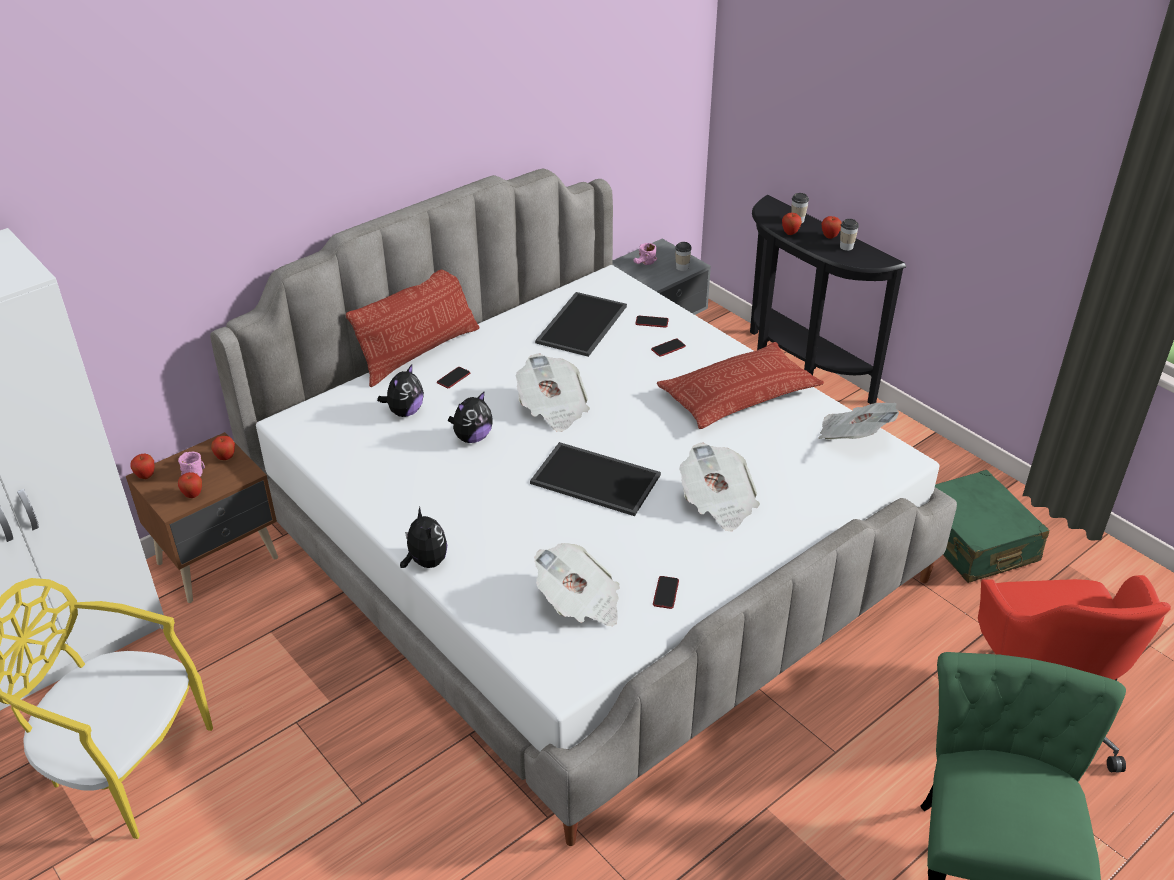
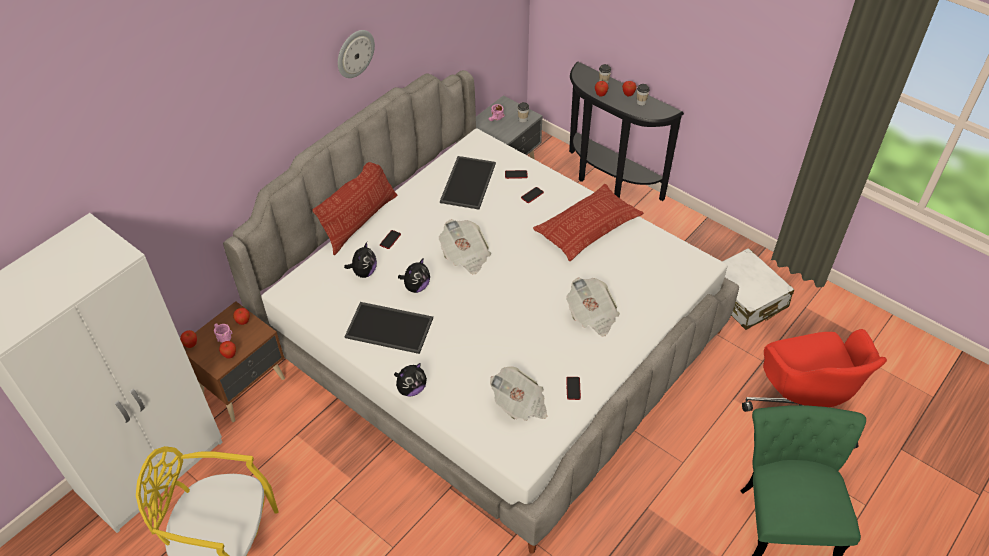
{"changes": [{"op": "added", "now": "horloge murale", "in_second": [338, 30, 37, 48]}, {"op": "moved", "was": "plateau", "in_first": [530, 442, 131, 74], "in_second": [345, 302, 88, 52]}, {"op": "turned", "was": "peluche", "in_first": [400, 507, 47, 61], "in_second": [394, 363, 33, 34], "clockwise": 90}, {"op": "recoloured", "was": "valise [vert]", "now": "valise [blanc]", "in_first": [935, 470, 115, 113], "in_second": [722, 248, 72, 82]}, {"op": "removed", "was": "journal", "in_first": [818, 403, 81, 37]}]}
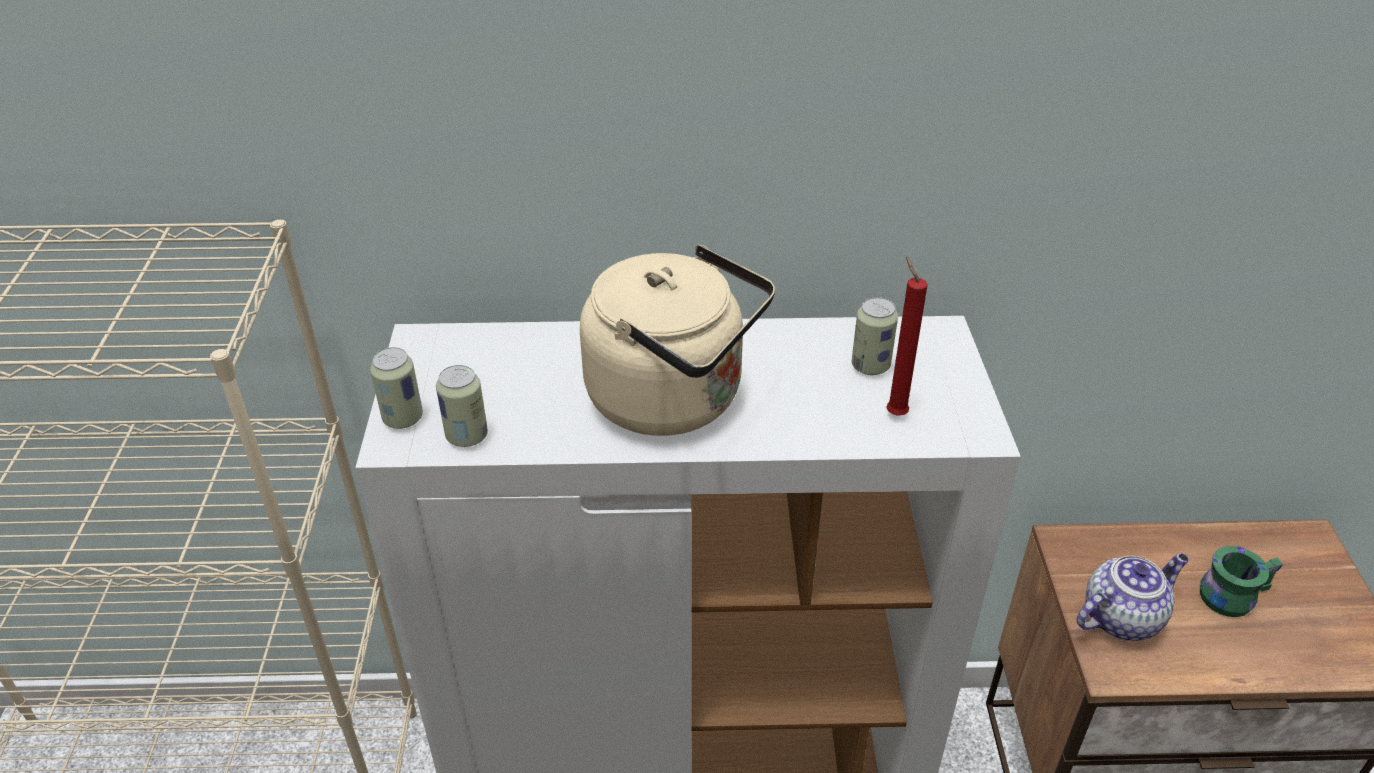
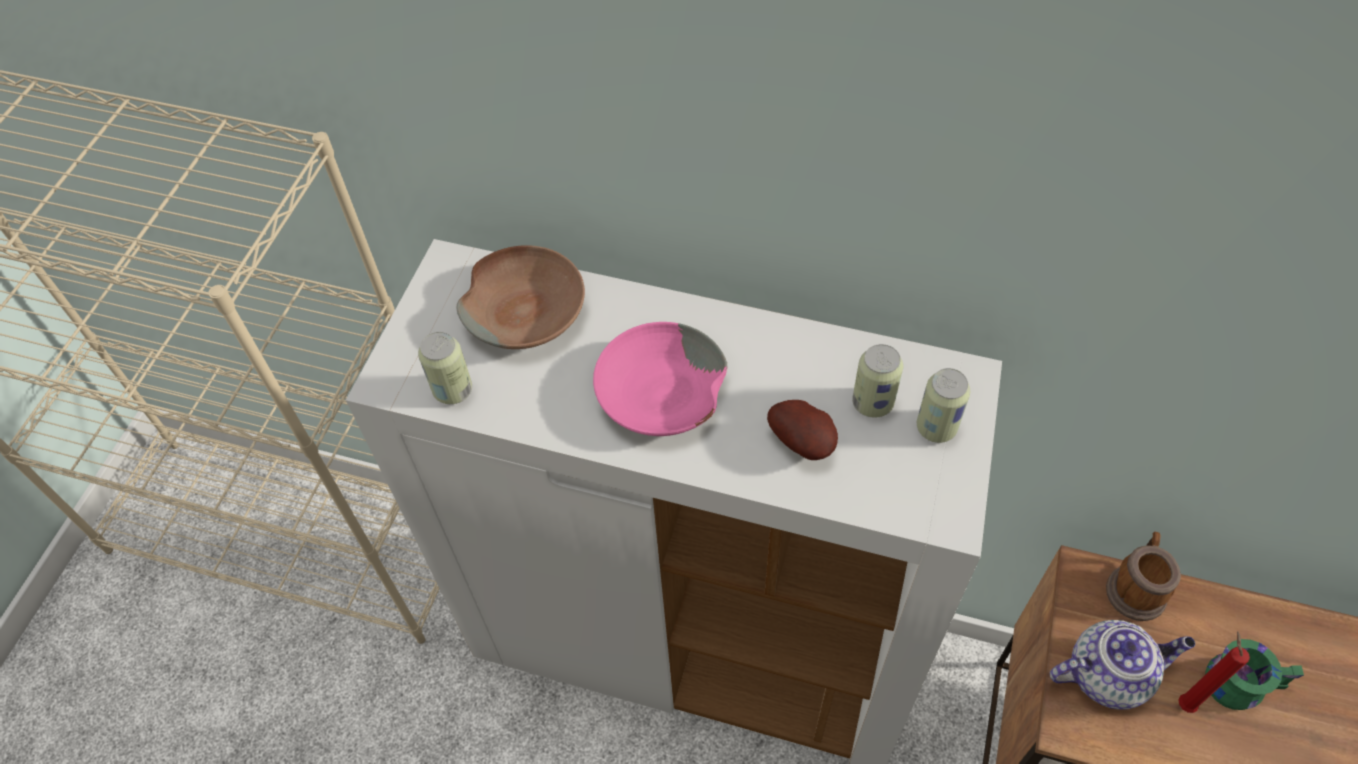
{"changes": [{"op": "added", "now": "bol [marron]", "in_second": [456, 245, 129, 104]}, {"op": "replaced", "was": "bouilloire [beige]", "now": "bol [rose]", "in_first": [580, 245, 195, 191], "in_second": [593, 322, 135, 114]}, {"op": "added", "now": "pomme de terre", "in_second": [767, 400, 71, 60]}, {"op": "moved", "was": "boîte métallique", "in_first": [370, 347, 53, 82], "in_second": [917, 368, 53, 75]}, {"op": "added", "now": "mug", "in_second": [1106, 532, 75, 89]}, {"op": "moved", "was": "bougie [rouge]", "in_first": [886, 256, 42, 160], "in_second": [1179, 631, 71, 82]}]}
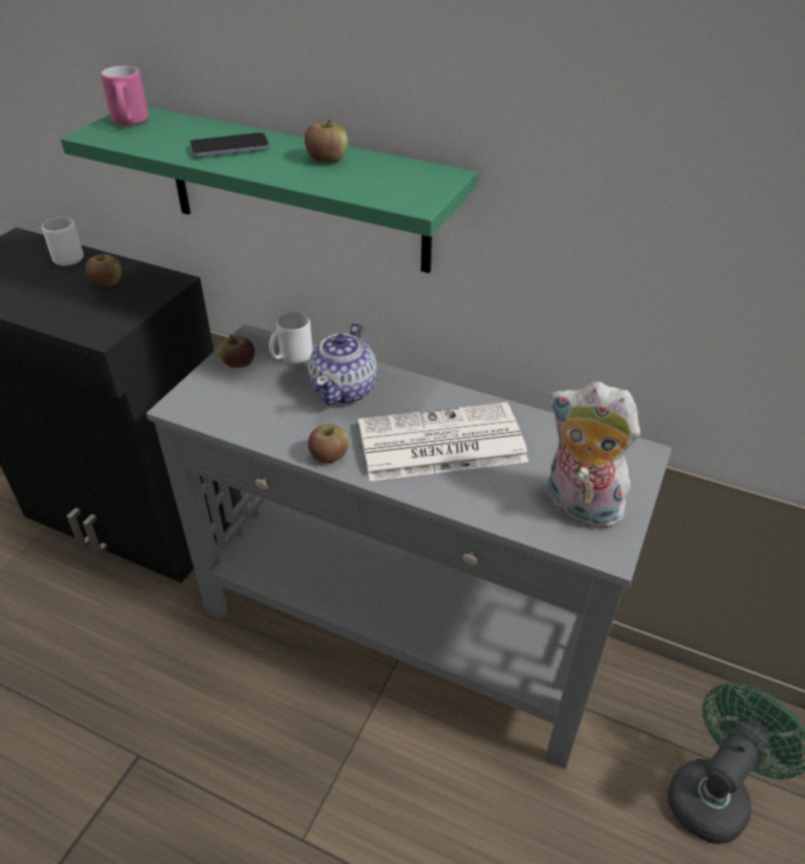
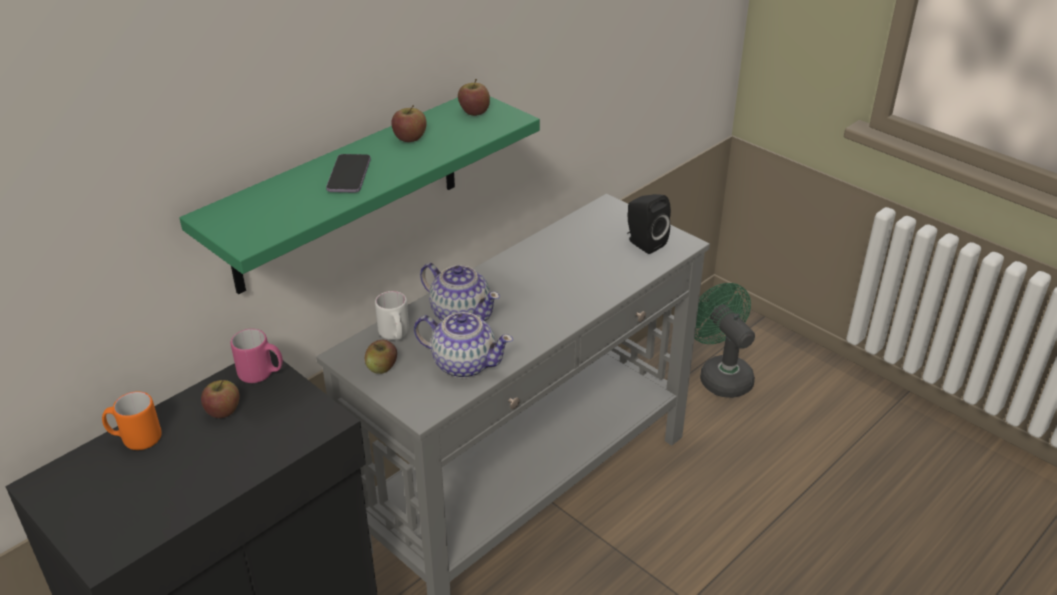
{"changes": [{"op": "recoloured", "was": "mug [blanc]", "now": "mug [orange]", "in_first": [42, 217, 42, 49], "in_second": [102, 391, 60, 59]}, {"op": "moved", "was": "mug [rose]", "in_first": [101, 66, 48, 60], "in_second": [231, 329, 52, 54]}, {"op": "added", "now": "théière", "in_second": [414, 312, 99, 66]}, {"op": "moved", "was": "pomme", "in_first": [308, 424, 41, 39], "in_second": [458, 79, 32, 37]}, {"op": "replaced", "was": "peluche", "now": "enceinte [noir]", "in_first": [548, 382, 92, 146], "in_second": [627, 194, 44, 60]}, {"op": "removed", "was": "journal", "in_first": [358, 402, 171, 79]}]}
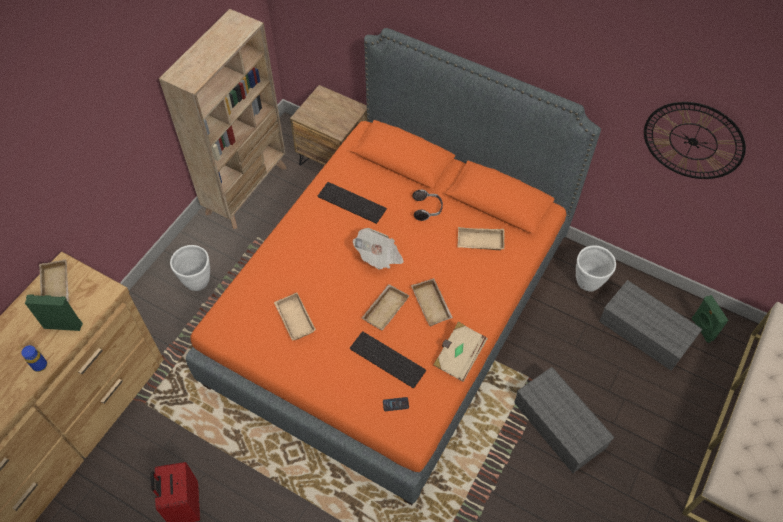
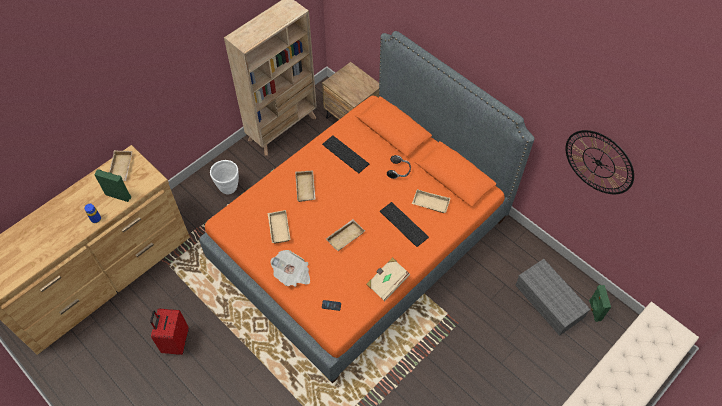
{"changes": [{"op": "moved", "was": "journal", "in_first": [353, 228, 51, 42], "in_second": [271, 250, 39, 37]}, {"op": "moved", "was": "plateau [beige]", "in_first": [411, 278, 42, 49], "in_second": [295, 170, 21, 32]}, {"op": "moved", "was": "clavier", "in_first": [350, 331, 76, 57], "in_second": [380, 202, 49, 45]}, {"op": "removed", "was": "boîte de rangement [gris]", "in_first": [514, 367, 101, 106]}, {"op": "removed", "was": "cache-pot [blanc]", "in_first": [576, 245, 40, 47]}]}
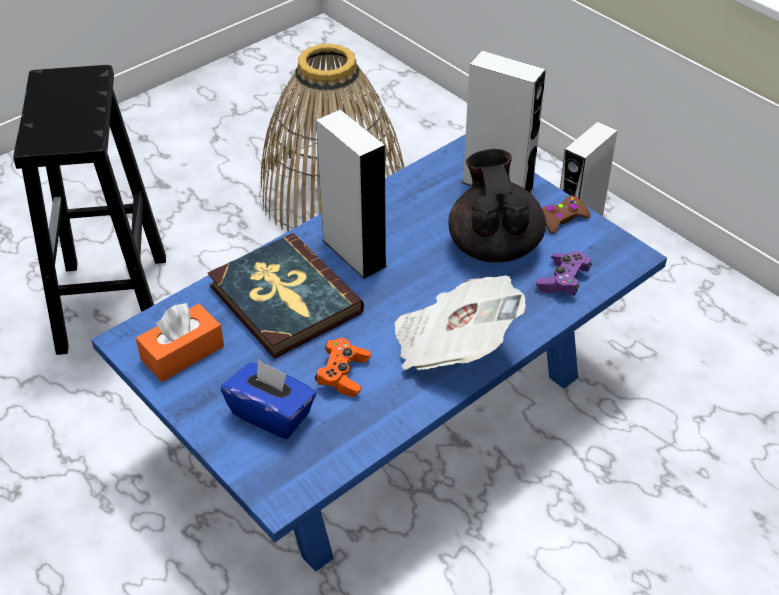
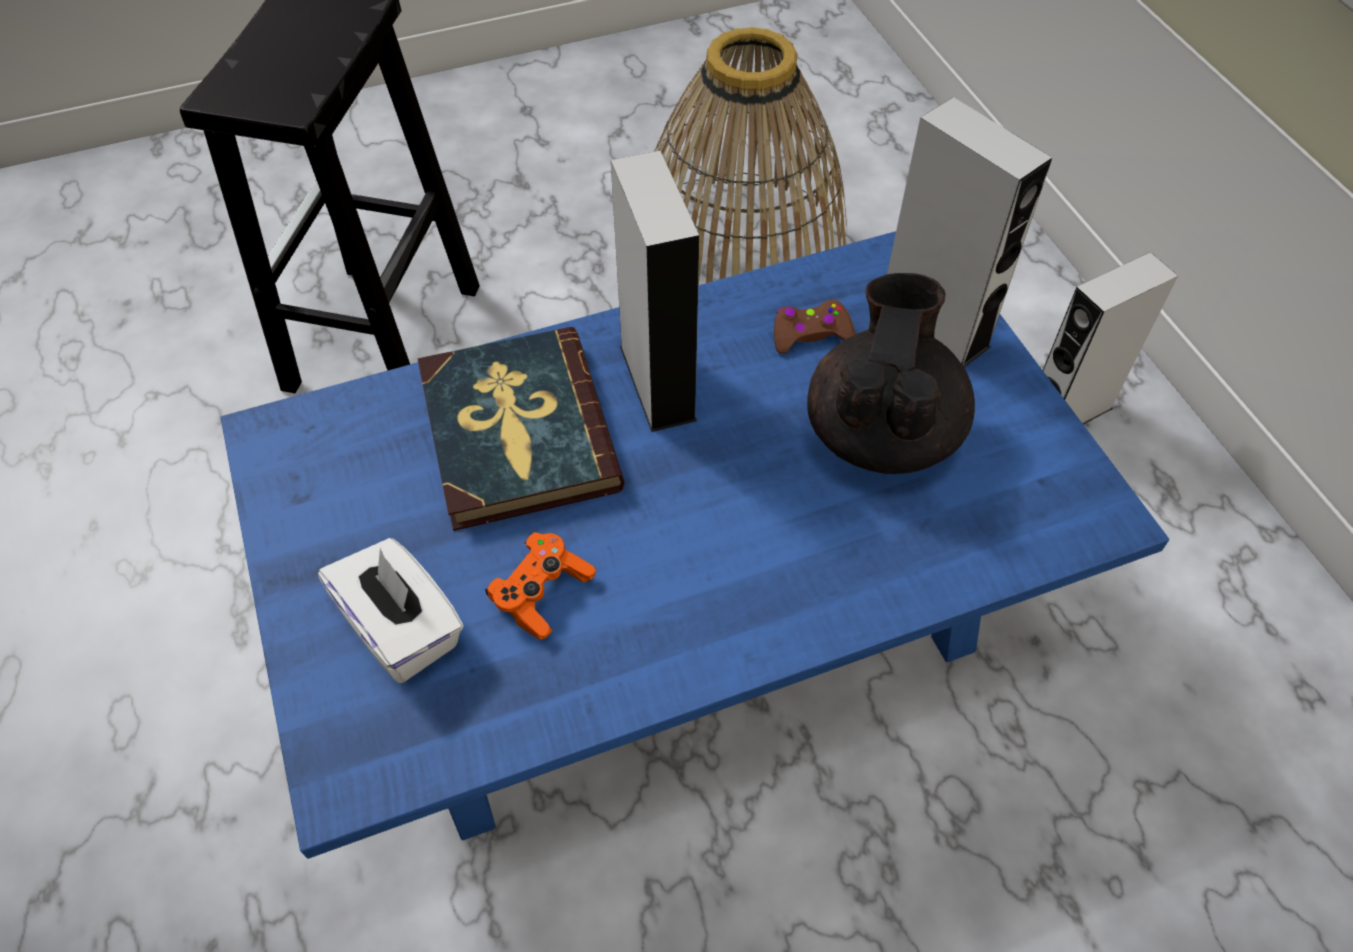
{"changes": [{"op": "recoloured", "was": "boîte à mouchoirs [bleu]", "now": "boîte à mouchoirs [blanc]", "in_first": [221, 359, 95, 80], "in_second": [318, 538, 146, 145]}, {"op": "moved", "was": "manette [marron]", "in_first": [542, 195, 49, 39], "in_second": [774, 300, 81, 54]}, {"op": "removed", "was": "boîte à mouchoirs [orange]", "in_first": [136, 303, 88, 79]}, {"op": "removed", "was": "journal", "in_first": [394, 275, 132, 95]}, {"op": "removed", "was": "manette [violet]", "in_first": [536, 251, 56, 44]}]}
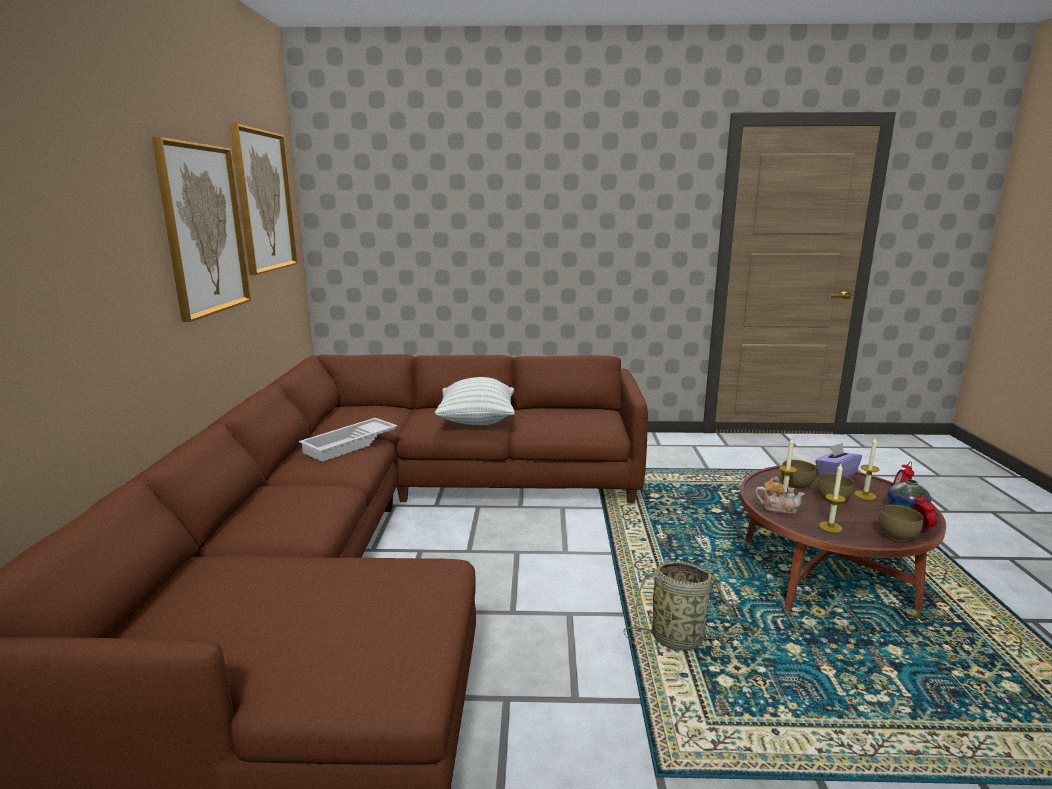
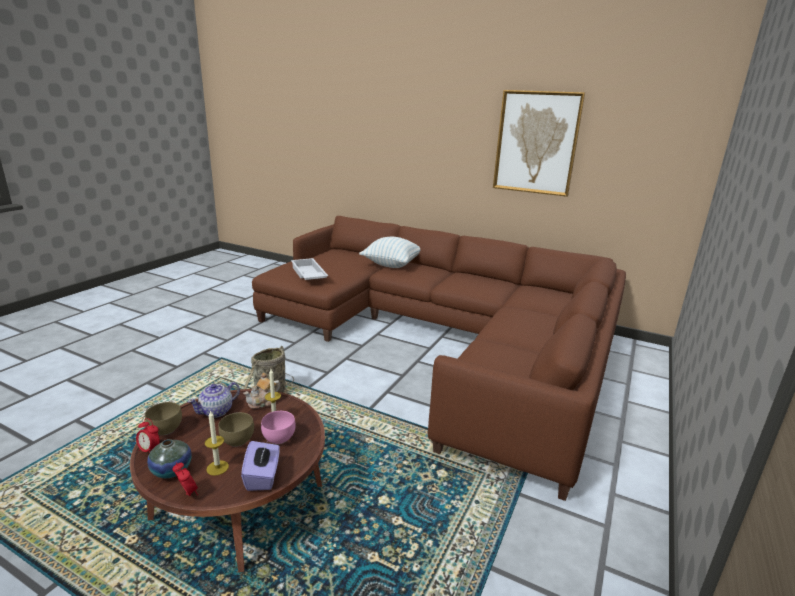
{"changes": [{"op": "replaced", "was": "bougie", "now": "théière", "in_first": [819, 464, 27, 69], "in_second": [187, 382, 53, 36]}, {"op": "recoloured", "was": "bol [marron]", "now": "bol [rose]", "in_first": [781, 460, 35, 29], "in_second": [261, 411, 35, 33]}, {"op": "moved", "was": "plateau [blanc]", "in_first": [299, 418, 98, 44], "in_second": [291, 258, 37, 22]}, {"op": "moved", "was": "coussin", "in_first": [435, 377, 80, 48], "in_second": [359, 237, 61, 31]}, {"op": "removed", "was": "tableau", "in_first": [230, 124, 68, 151]}]}
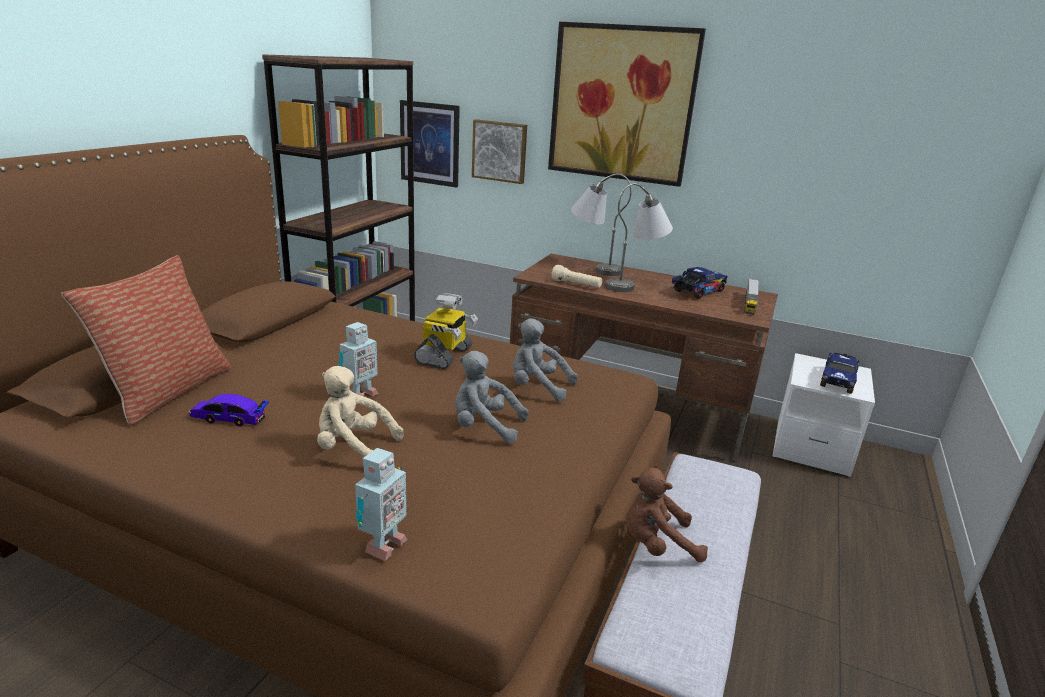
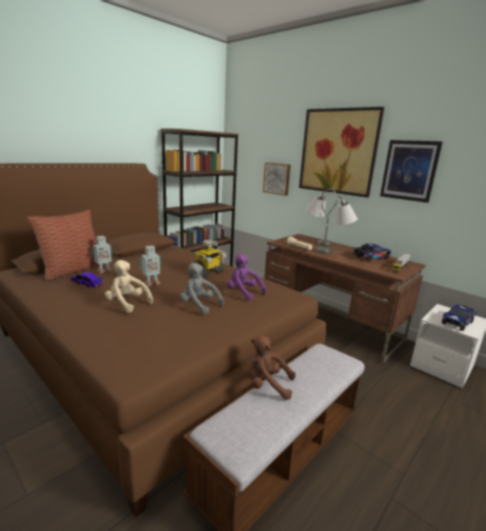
{"changes": [{"op": "moved", "was": "robot jouet", "in_first": [355, 448, 52, 113], "in_second": [91, 236, 22, 37]}, {"op": "recoloured", "was": "peluche [gris]", "now": "peluche [violet]", "in_first": [513, 319, 65, 82], "in_second": [227, 254, 40, 46]}, {"op": "moved", "was": "tableau", "in_first": [400, 100, 60, 88], "in_second": [380, 140, 63, 63]}]}
